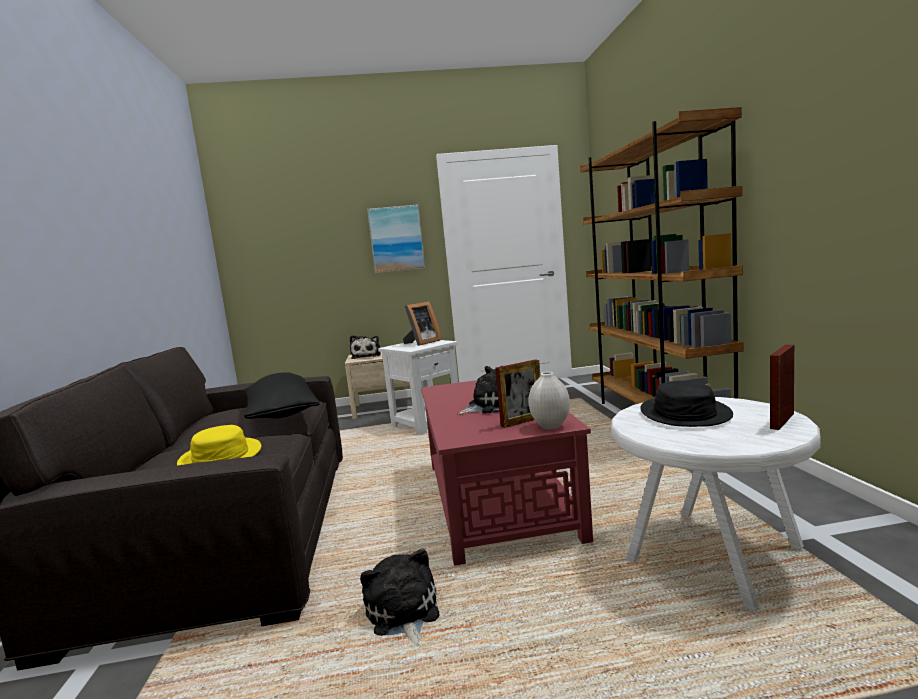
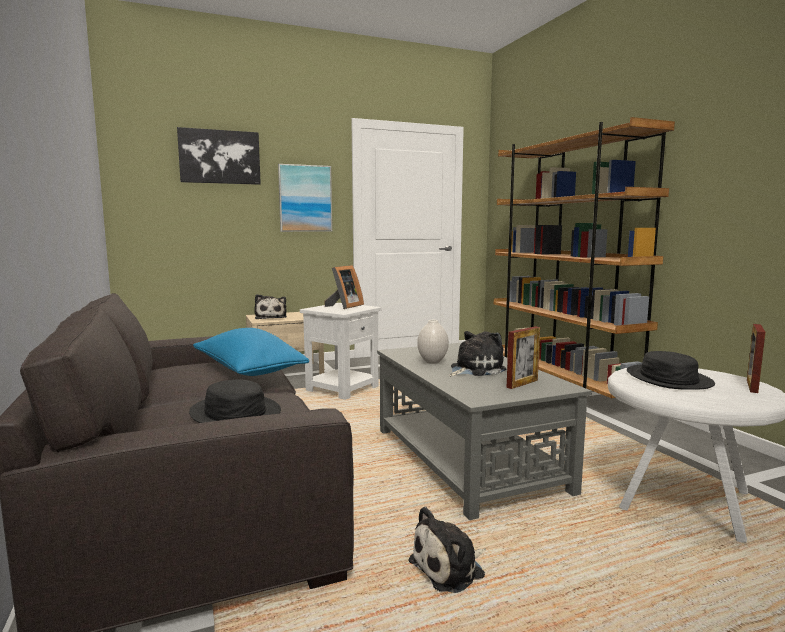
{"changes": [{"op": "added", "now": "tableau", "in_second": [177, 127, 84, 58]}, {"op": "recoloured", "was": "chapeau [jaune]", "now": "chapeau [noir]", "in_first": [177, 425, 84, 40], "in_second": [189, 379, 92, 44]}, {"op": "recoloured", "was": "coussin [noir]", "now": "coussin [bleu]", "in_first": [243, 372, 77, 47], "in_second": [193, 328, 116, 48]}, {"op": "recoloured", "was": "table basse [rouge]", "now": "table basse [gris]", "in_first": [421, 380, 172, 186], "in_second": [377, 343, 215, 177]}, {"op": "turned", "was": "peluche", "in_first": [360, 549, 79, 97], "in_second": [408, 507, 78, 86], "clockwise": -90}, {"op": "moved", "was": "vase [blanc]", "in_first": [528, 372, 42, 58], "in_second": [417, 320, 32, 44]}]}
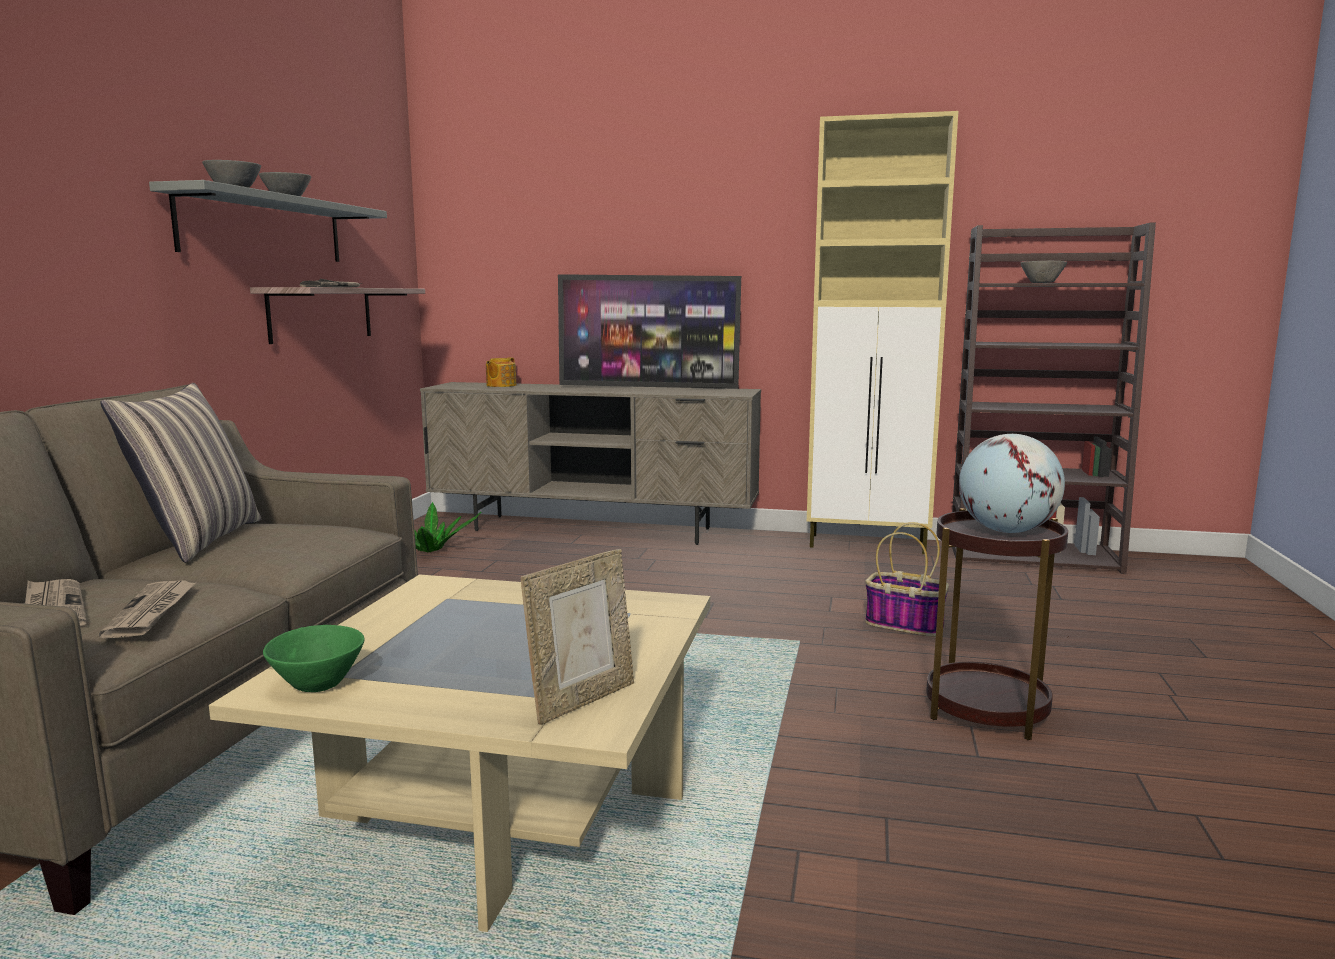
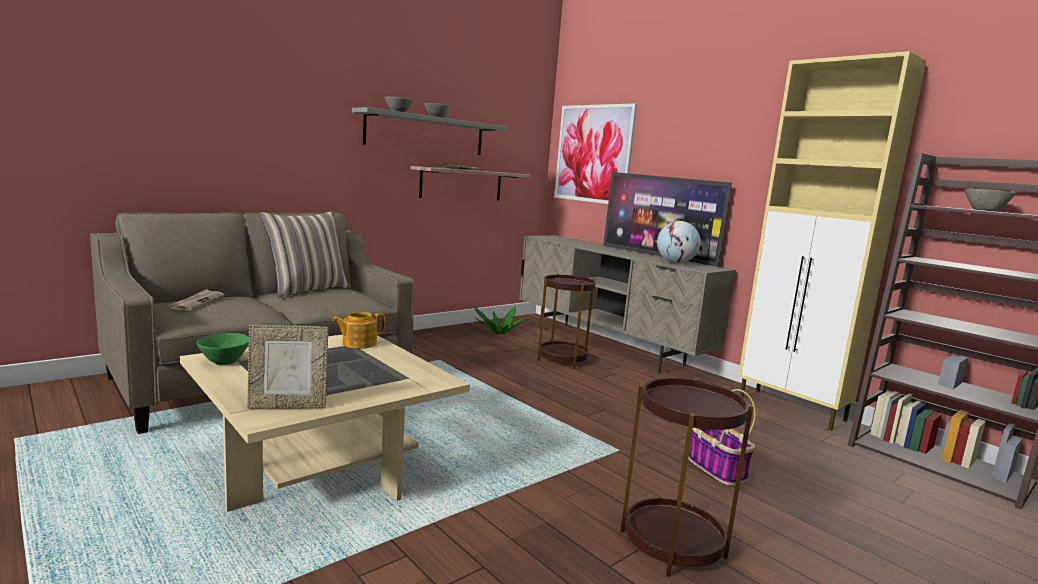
{"changes": [{"op": "moved", "was": "théière", "in_first": [486, 357, 31, 30], "in_second": [332, 312, 53, 37]}, {"op": "added", "now": "table d'appoint [marron]", "in_second": [537, 274, 59, 94]}, {"op": "added", "now": "tableau", "in_second": [554, 103, 83, 101]}, {"op": "moved", "was": "globe", "in_first": [959, 434, 106, 99], "in_second": [657, 221, 44, 42]}, {"op": "removed", "was": "journal", "in_first": [98, 581, 99, 58]}]}
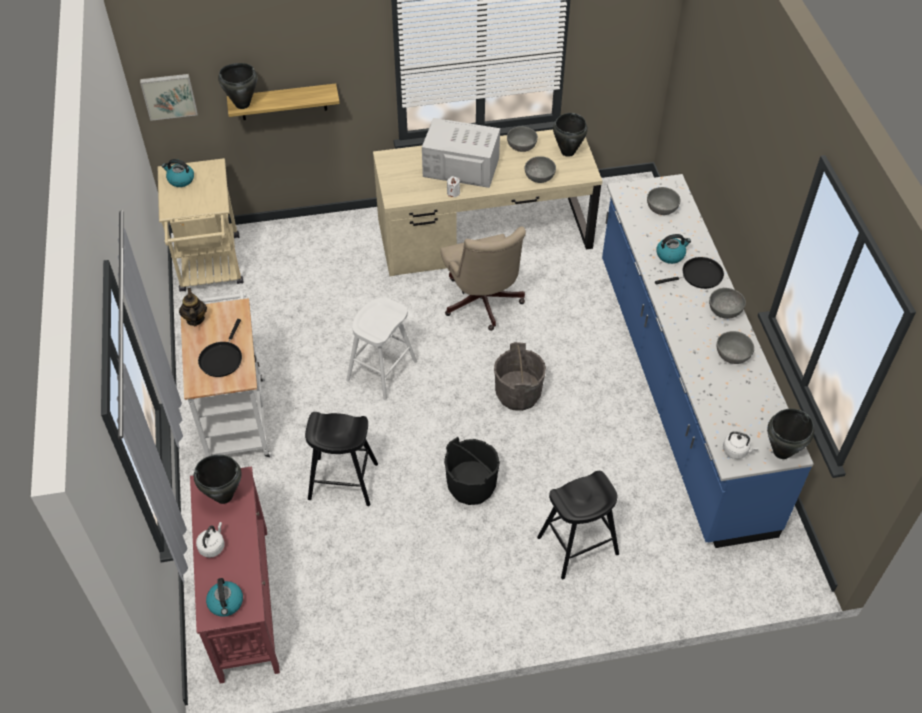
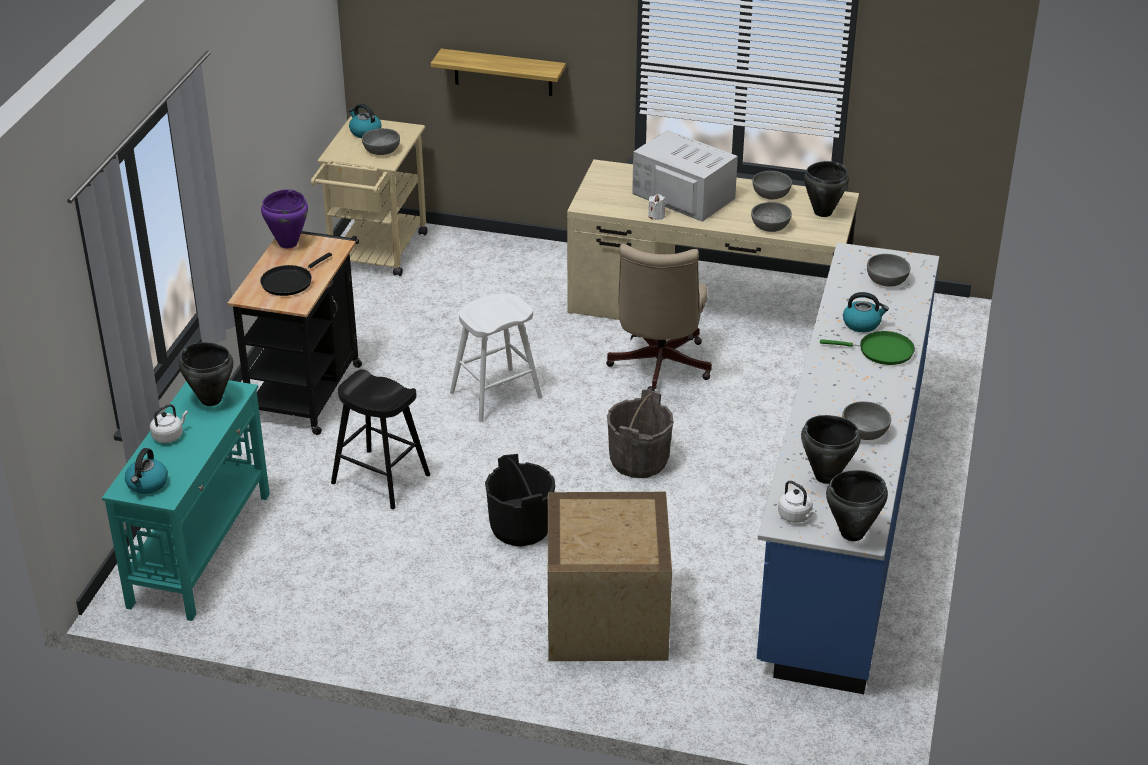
{"changes": [{"op": "recoloured", "was": "table console [rouge]", "now": "table console [turquoise]", "in_first": [190, 466, 90, 218], "in_second": [102, 380, 168, 241]}, {"op": "recoloured", "was": "chariot [blanc]", "now": "chariot [noir]", "in_first": [181, 291, 91, 167], "in_second": [228, 231, 134, 204]}, {"op": "replaced", "was": "théière", "now": "marmite [violet]", "in_first": [179, 288, 28, 38], "in_second": [261, 189, 47, 59]}, {"op": "moved", "was": "bol [gris]", "in_first": [709, 288, 37, 31], "in_second": [362, 128, 38, 27]}, {"op": "replaced", "was": "tabouret [noir]", "now": "caisse", "in_first": [537, 471, 82, 108], "in_second": [548, 492, 124, 169]}, {"op": "moved", "was": "marmite [noir]", "in_first": [218, 63, 39, 46], "in_second": [801, 415, 59, 69]}, {"op": "recoloured", "was": "poêle [noir]", "now": "poêle [vert]", "in_first": [655, 257, 69, 32], "in_second": [820, 331, 95, 34]}, {"op": "removed", "was": "tableau", "in_first": [140, 74, 58, 47]}]}
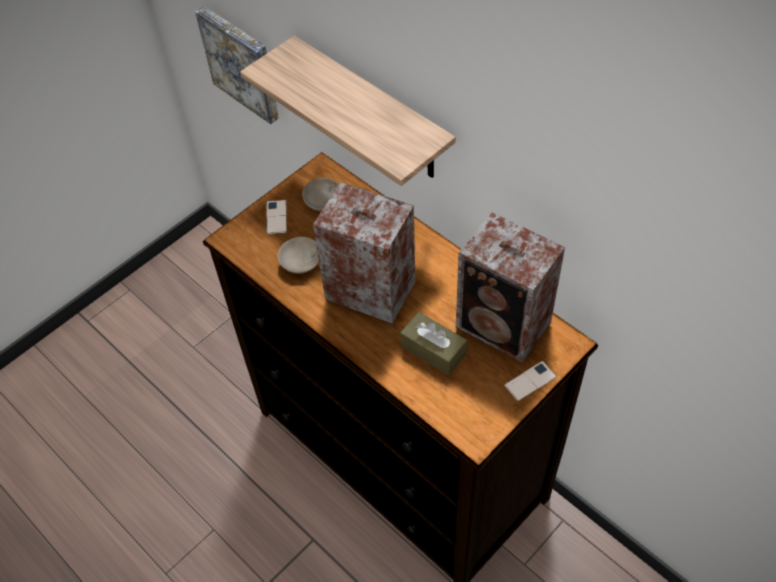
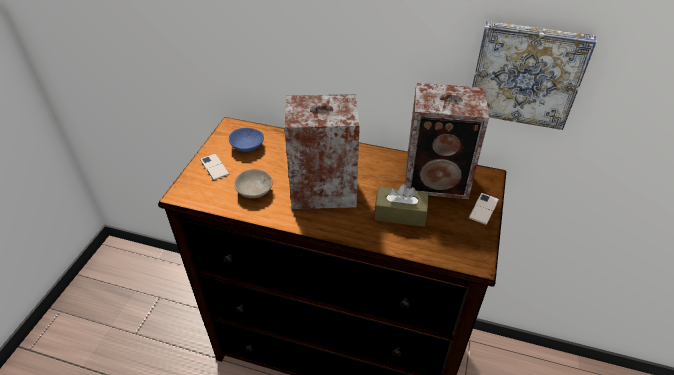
{"changes": [{"op": "recoloured", "was": "bol [beige]", "now": "bol [bleu]", "in_first": [302, 178, 37, 33], "in_second": [229, 128, 35, 24]}, {"op": "moved", "was": "tableau", "in_first": [195, 6, 84, 118], "in_second": [472, 21, 125, 109]}, {"op": "removed", "was": "étagère", "in_first": [240, 36, 216, 150]}]}
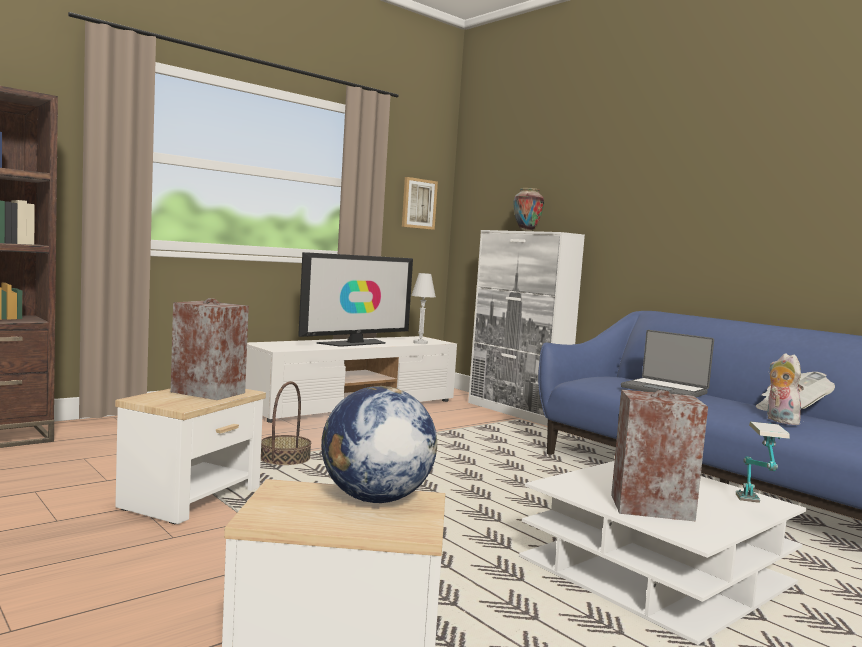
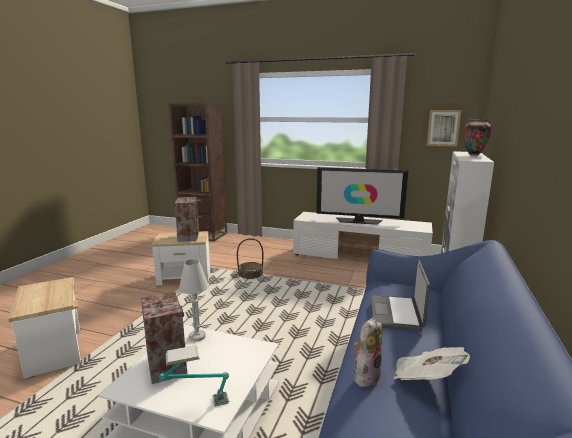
{"changes": [{"op": "moved", "was": "lampe de table [blanc]", "in_first": [411, 273, 25, 71], "in_second": [179, 259, 30, 83]}, {"op": "removed", "was": "globe", "in_first": [321, 386, 116, 117]}]}
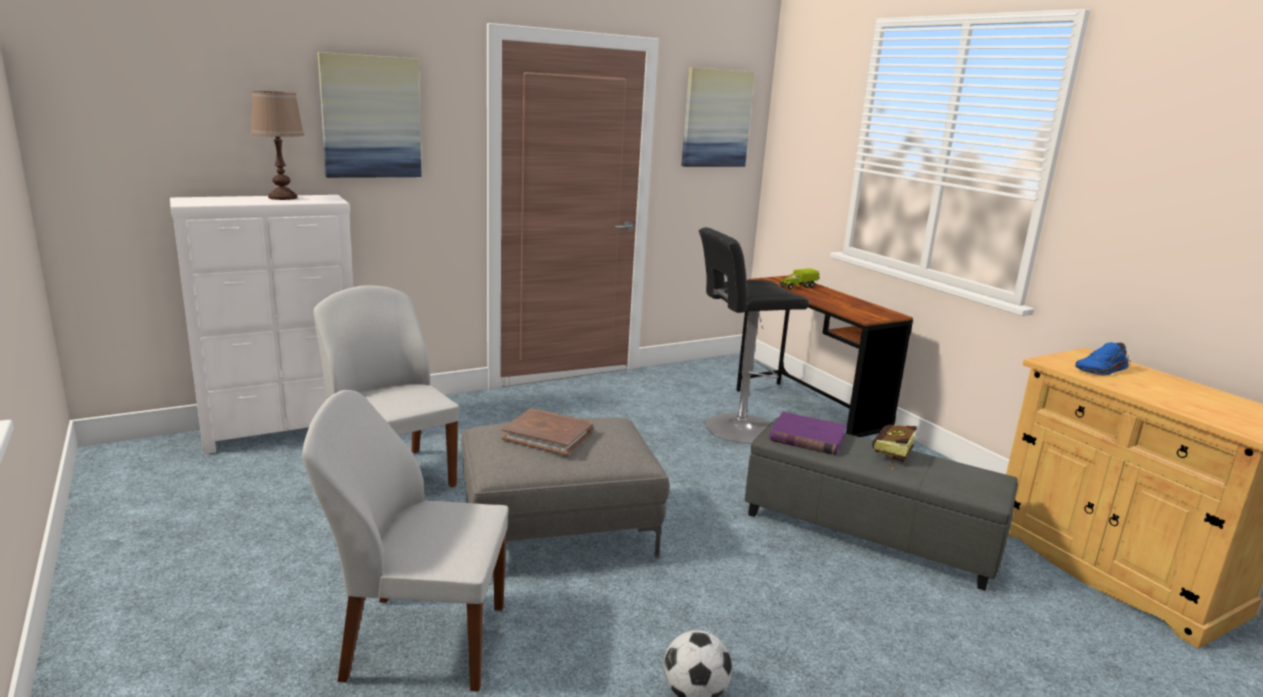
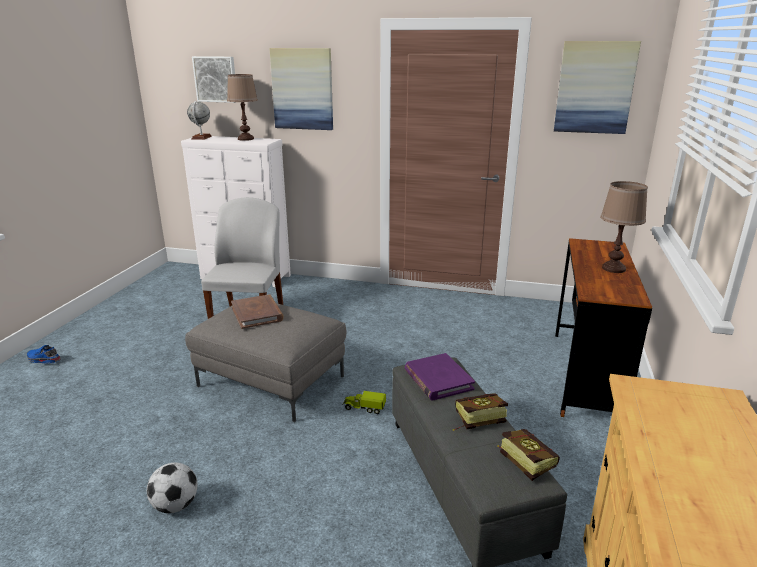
{"changes": [{"op": "moved", "was": "chaussure [bleu]", "in_first": [1075, 342, 54, 33], "in_second": [27, 345, 34, 19]}, {"op": "added", "now": "globe", "in_second": [187, 101, 25, 39]}, {"op": "added", "now": "tableau", "in_second": [192, 56, 44, 47]}, {"op": "moved", "was": "camion jouet", "in_first": [779, 268, 40, 22], "in_second": [343, 391, 43, 23]}, {"op": "added", "now": "livre", "in_second": [497, 429, 63, 52]}, {"op": "added", "now": "lampe de table [marron]", "in_second": [600, 181, 48, 92]}, {"op": "removed", "was": "chaise [blanc]", "in_first": [302, 390, 207, 302]}, {"op": "removed", "was": "tabouret [noir]", "in_first": [699, 227, 110, 217]}]}
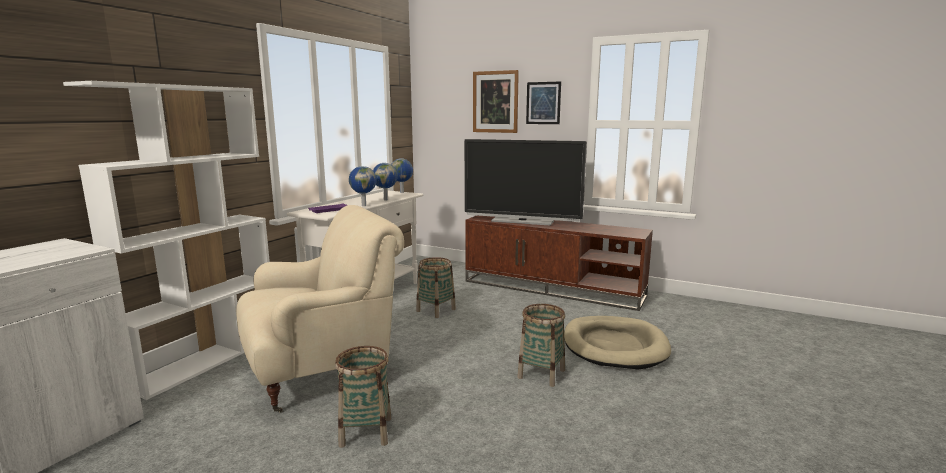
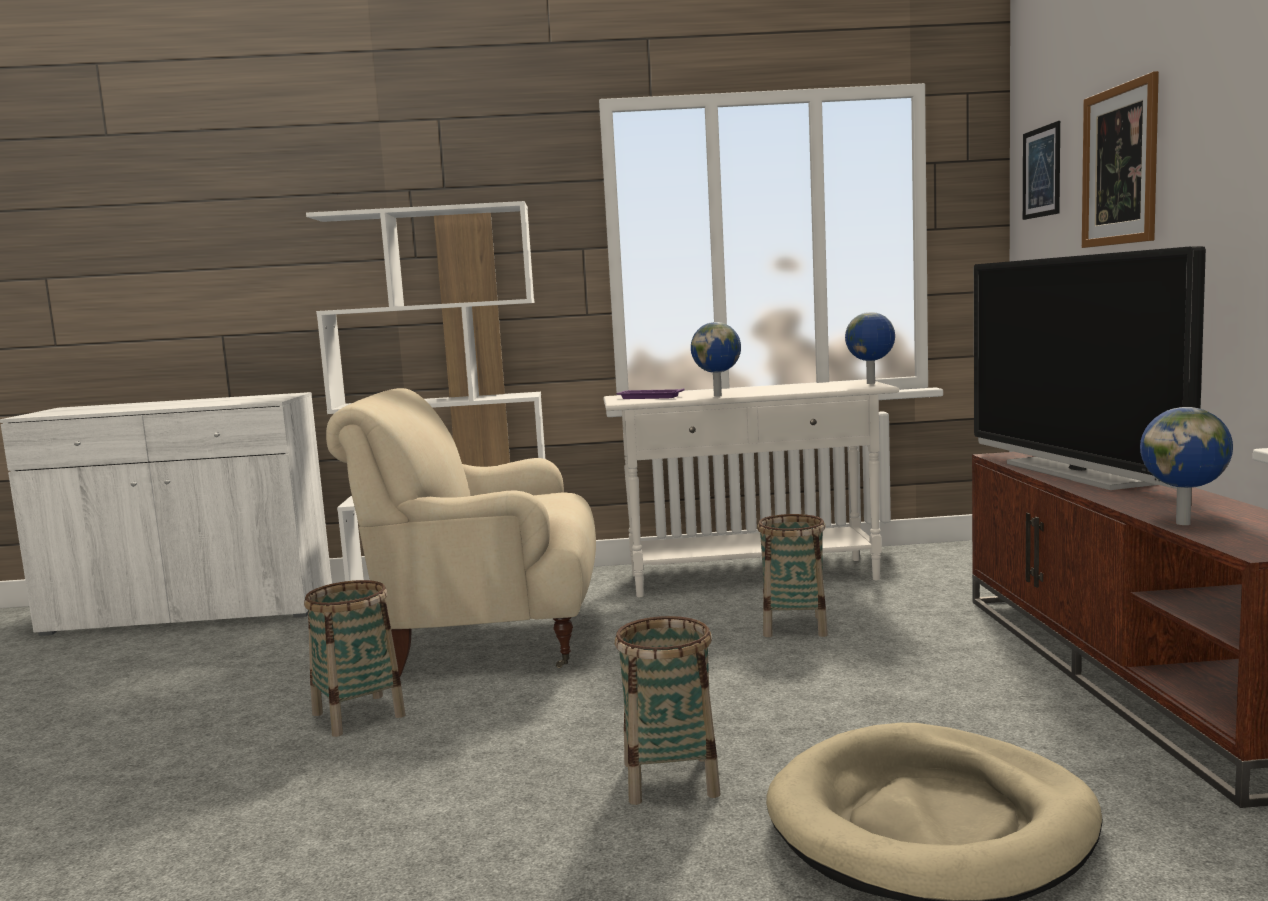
{"changes": [{"op": "turned", "was": "fauteuil [beige]", "in_first": [236, 205, 168, 208], "in_second": [326, 388, 270, 288], "clockwise": 150}, {"op": "moved", "was": "tableau", "in_first": [526, 81, 35, 43], "in_second": [1023, 121, 37, 99]}, {"op": "moved", "was": "globe", "in_first": [373, 163, 25, 37], "in_second": [1140, 407, 93, 118]}]}
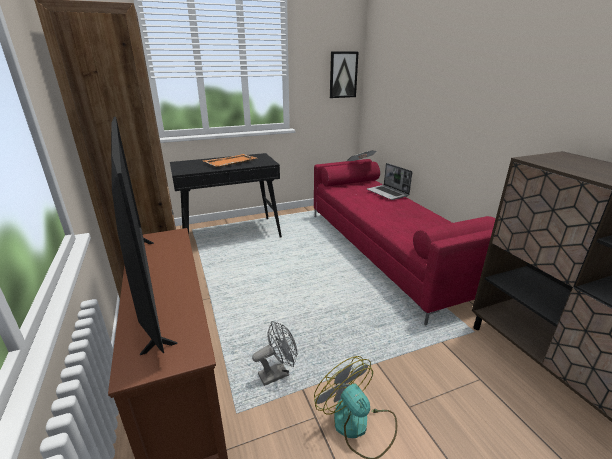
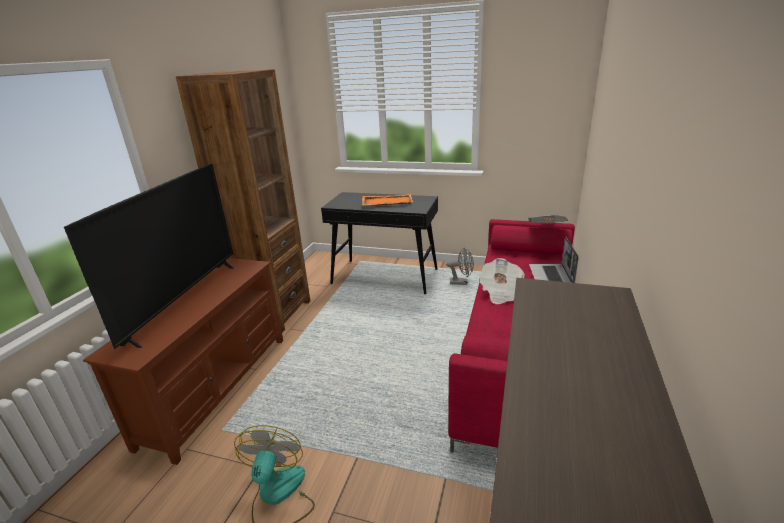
{"changes": [{"op": "moved", "was": "ventilateur [gris]", "in_first": [252, 321, 46, 65], "in_second": [446, 247, 28, 38]}, {"op": "added", "now": "journal", "in_second": [479, 258, 46, 46]}, {"op": "removed", "was": "tableau", "in_first": [330, 51, 29, 47]}]}
